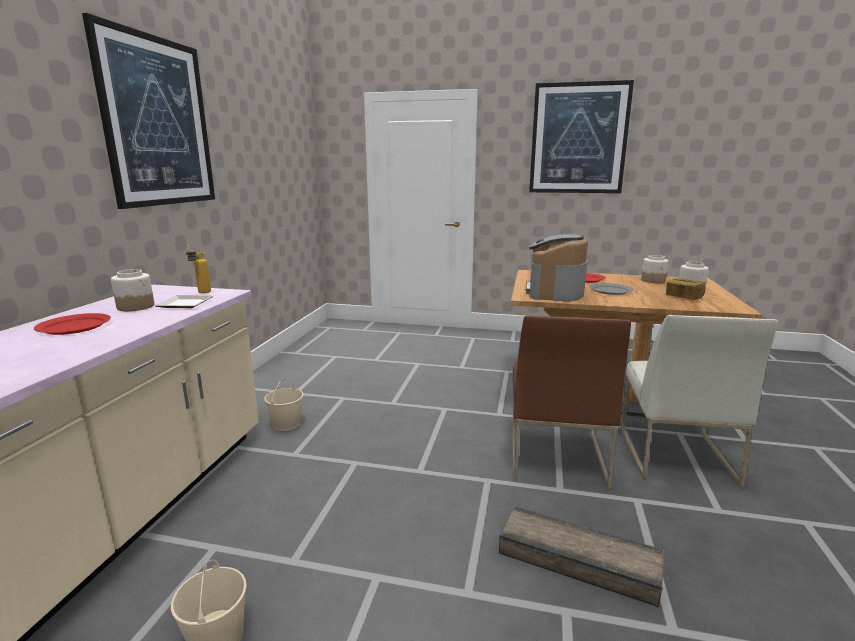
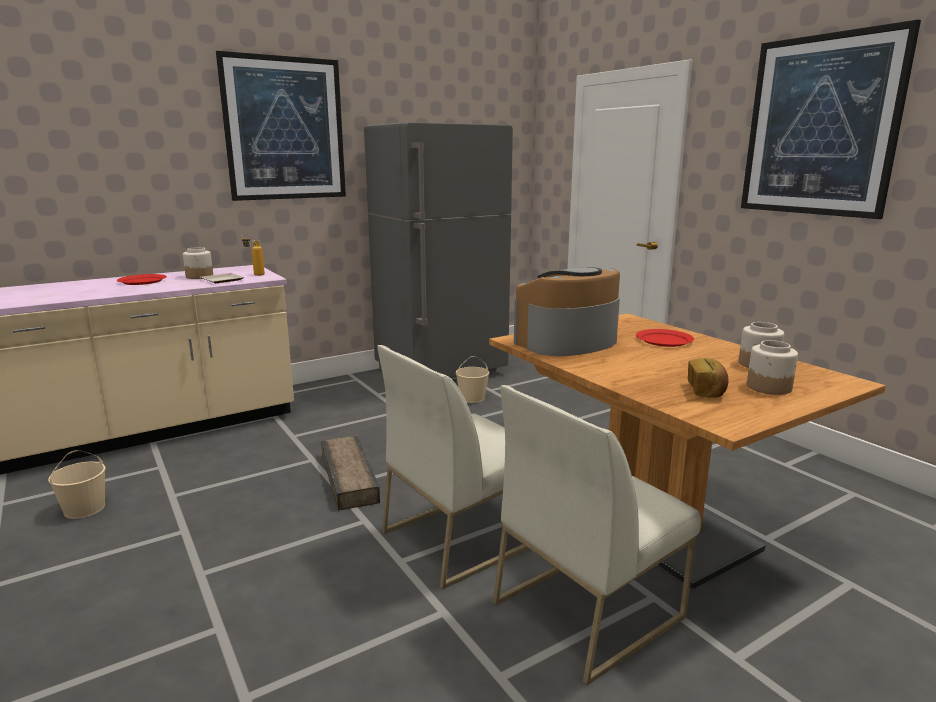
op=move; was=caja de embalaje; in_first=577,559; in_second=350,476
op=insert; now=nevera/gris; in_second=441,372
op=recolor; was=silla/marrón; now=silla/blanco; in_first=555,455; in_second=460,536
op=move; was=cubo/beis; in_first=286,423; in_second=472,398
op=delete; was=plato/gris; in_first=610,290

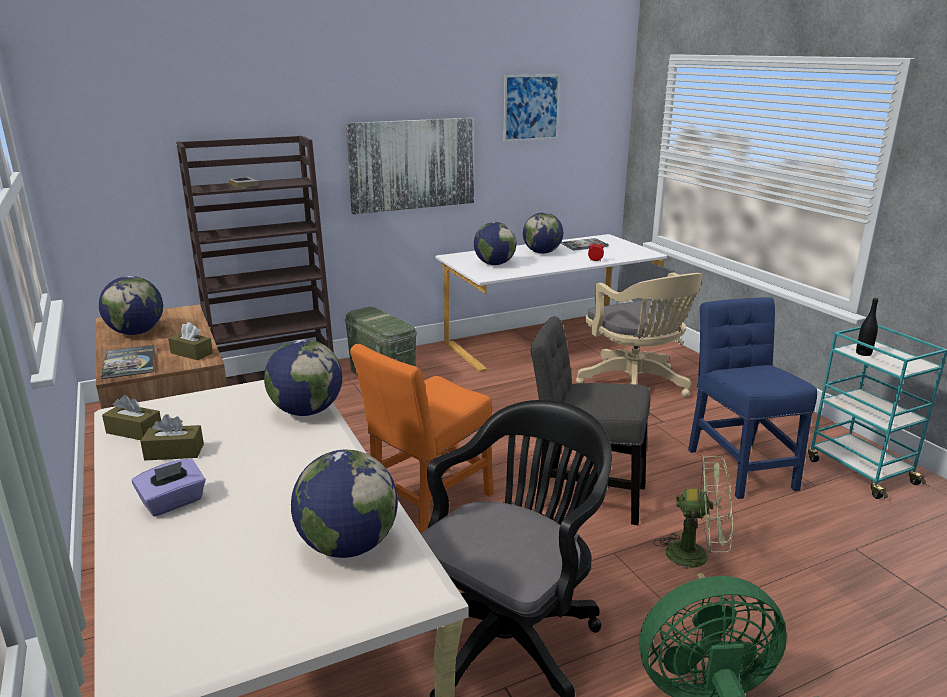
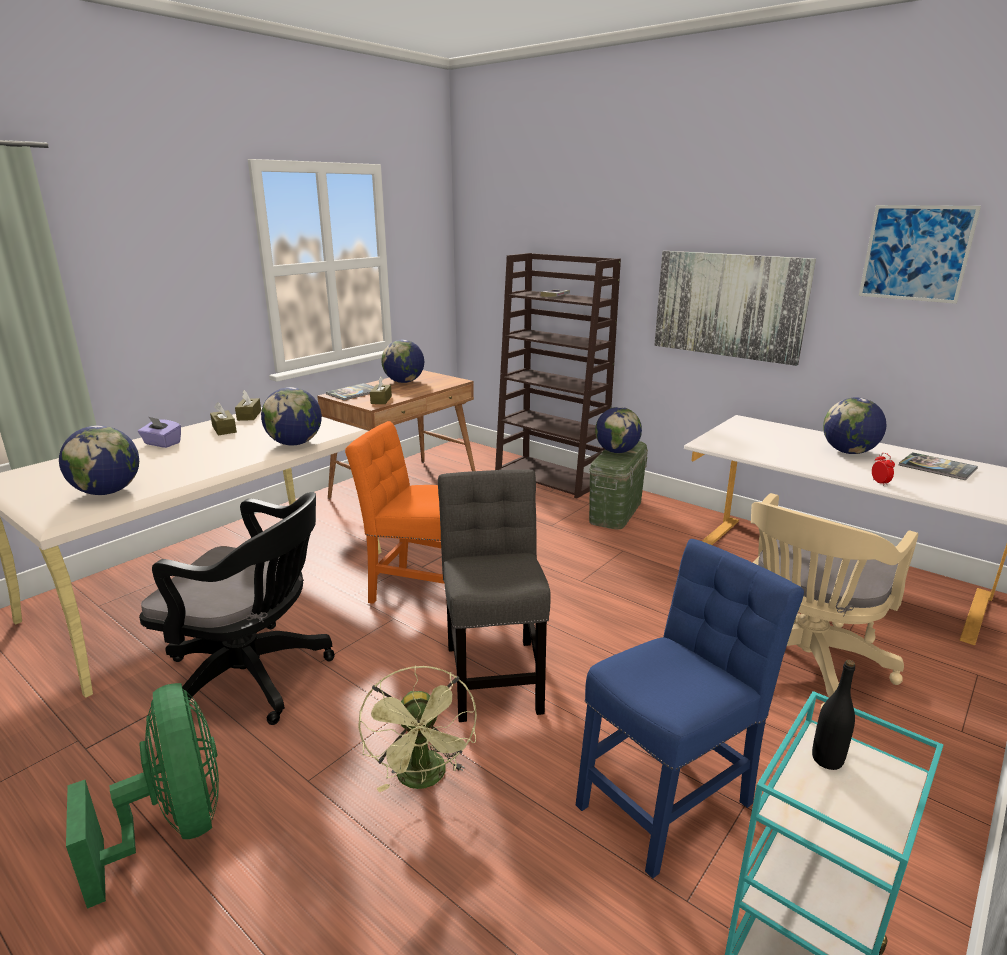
op=move; was=globo terráqueo; in_first=494,264; in_second=616,451

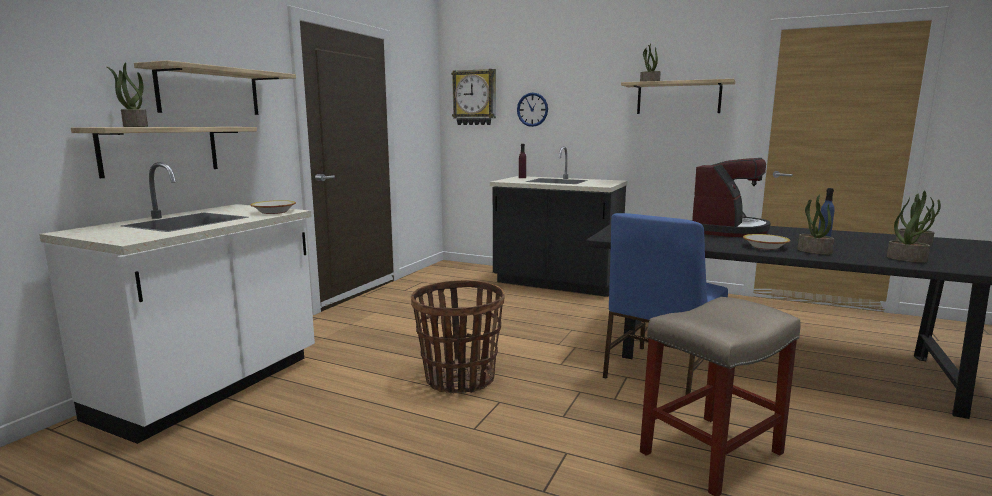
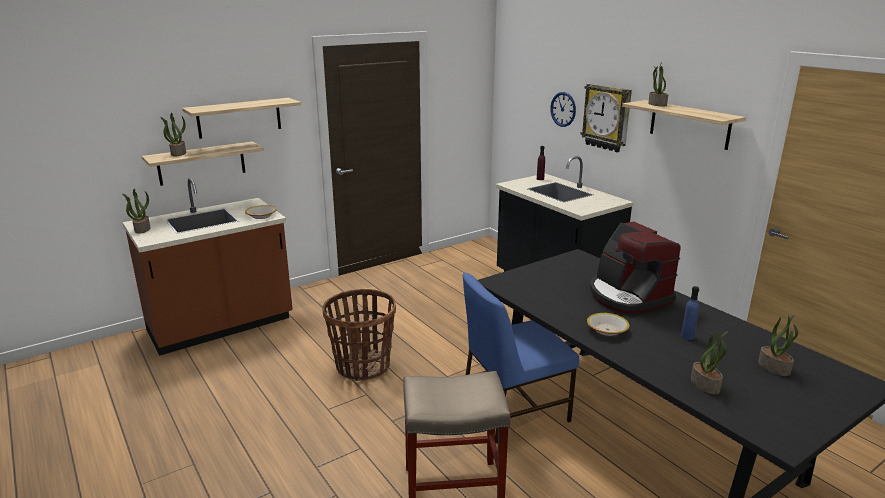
op=recolor; was=mueble bajo de cocina/blanco; now=mueble bajo de cocina/marrón; in_first=212,388; in_second=221,327
op=move; was=planta en maceta; in_first=813,251; in_second=142,229
op=move; was=reloj de pared; in_first=475,97; in_second=607,117
op=rotate; was=cafetera; in_first=727,230; in_second=628,296; clockwise=90

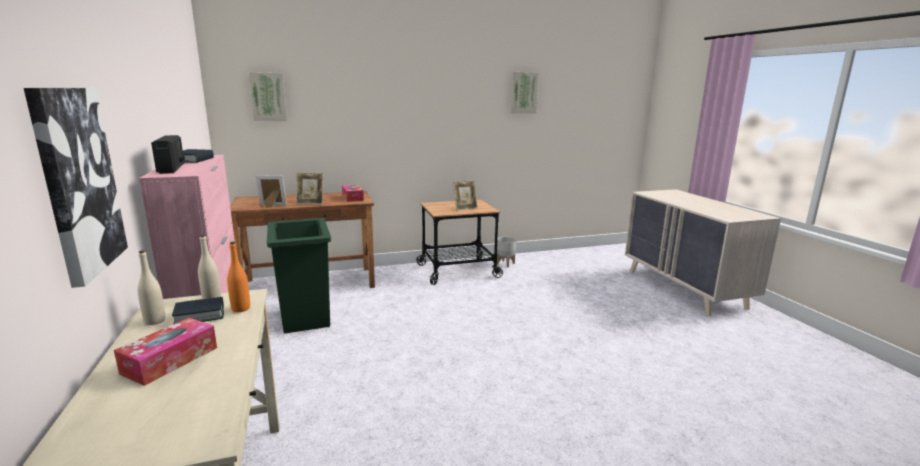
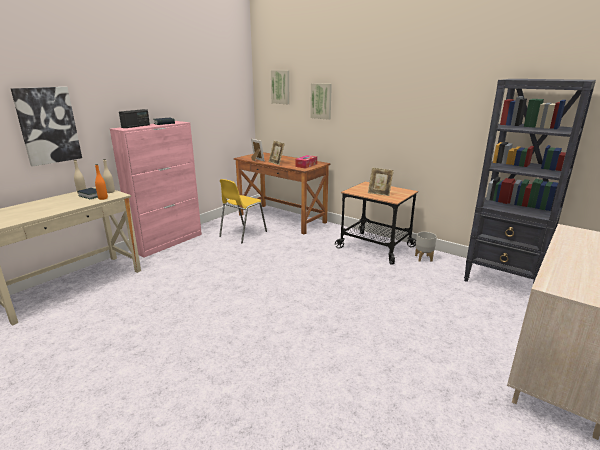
op=replace; was=papelera/verde; now=silla/amarillo; in_first=305,317; in_second=242,234
op=move; was=cuadro; in_first=523,92; in_second=321,101
op=insert; now=estantería/negro; in_second=503,281
op=delete; was=caja de pañuelos; in_first=170,360

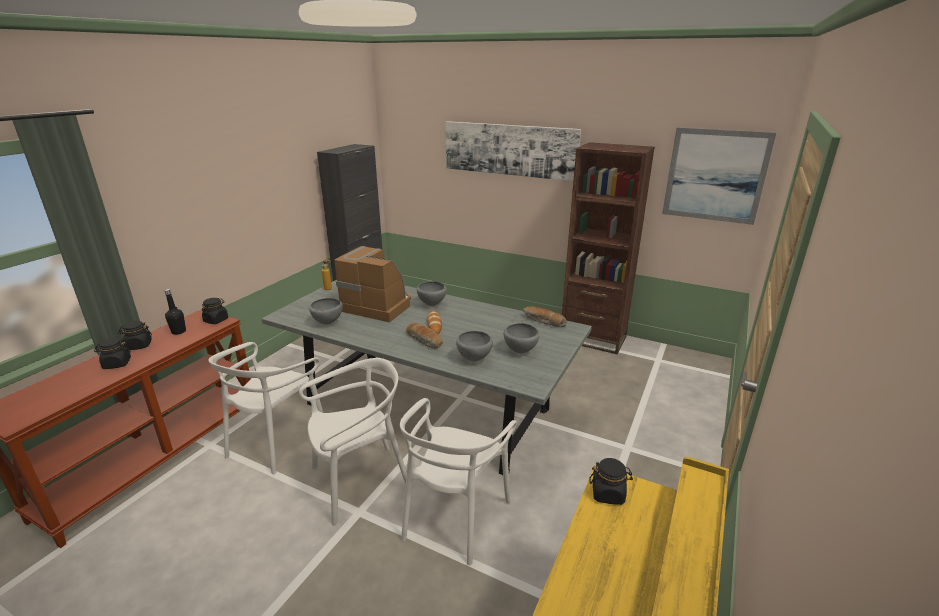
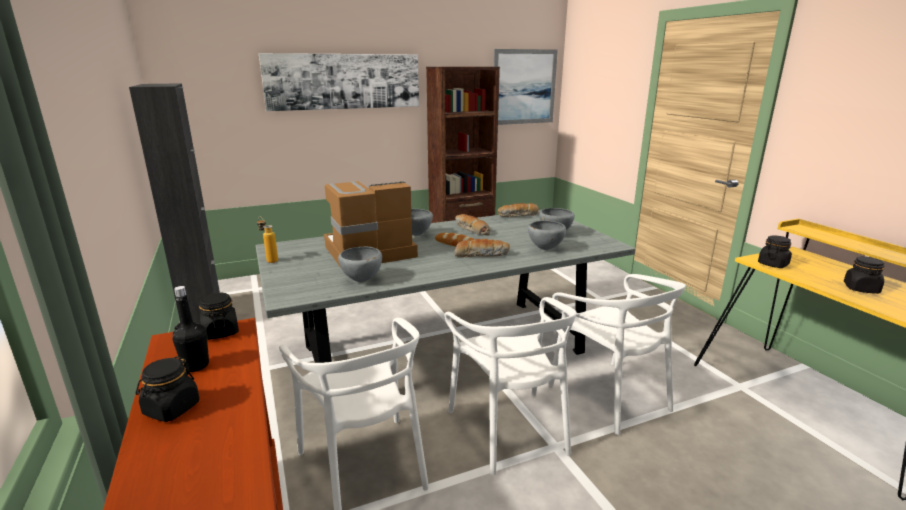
op=rotate; was=silla/blanco; in_first=360,481; in_second=509,429; clockwise=150
op=insert; now=pan; in_second=471,230
op=move; was=tarro/negro; in_first=117,364; in_second=861,289

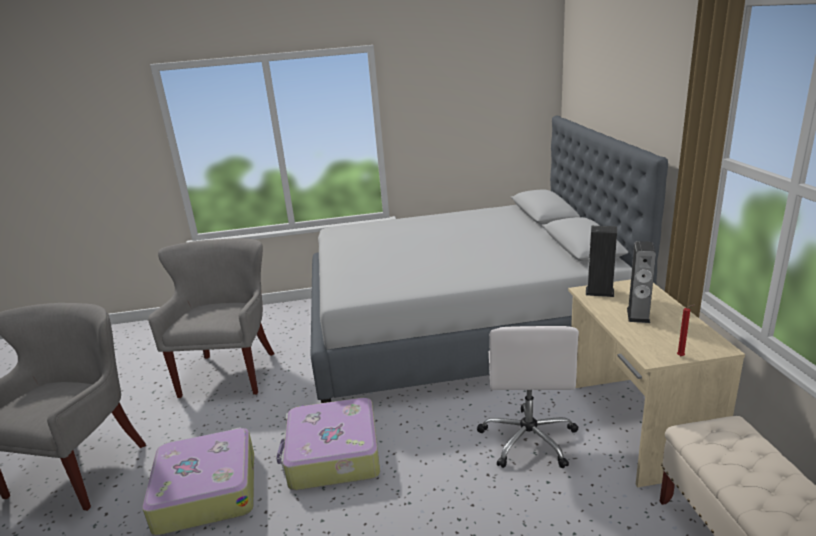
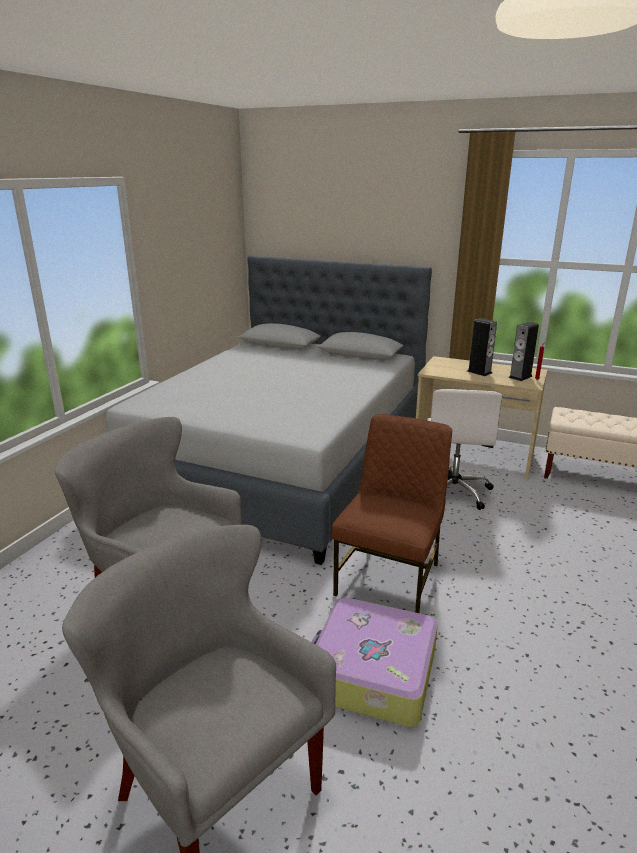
op=replace; was=maleta; now=silla/marrón; in_first=332,455; in_second=390,578
op=rotate; was=silla de oficina/blanco; in_first=528,439; in_second=453,491; clockwise=60
op=move; was=altavoz; in_first=599,292; in_second=520,377

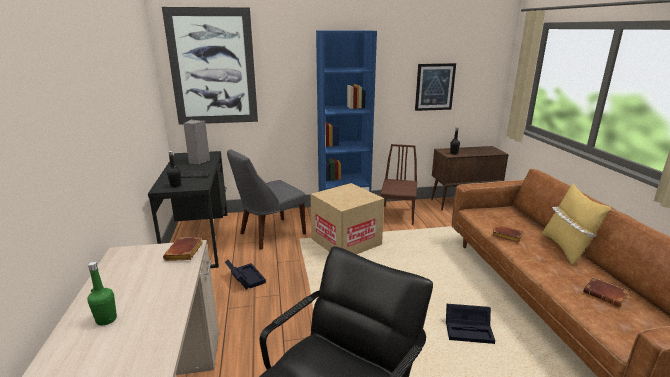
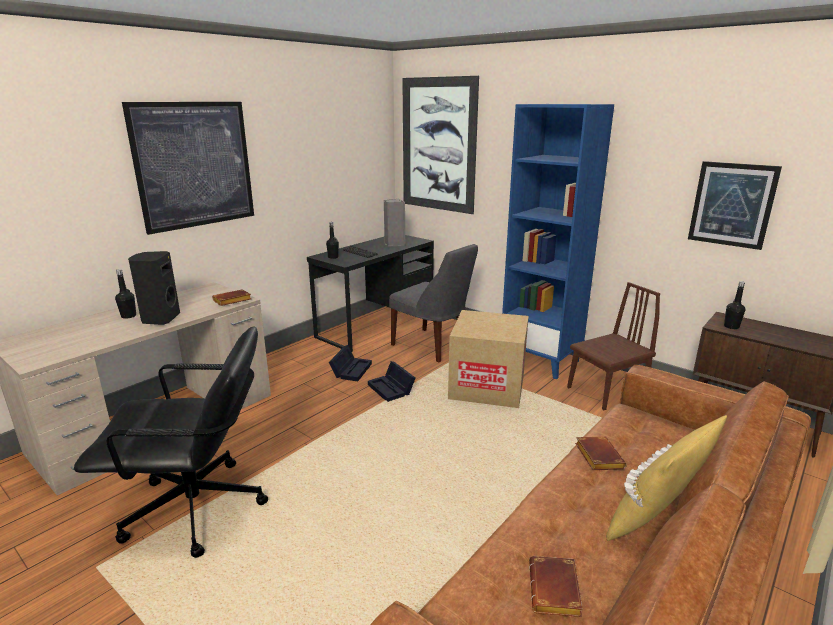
op=recolor; was=botella/verde; now=botella/negro; in_first=106,319; in_second=128,316
op=insert; now=cuadro; in_second=194,165
op=insert; now=altavoz/negro; in_second=160,319
op=move; was=caja de almacenaje/negro; in_first=469,330; in_second=392,389
op=rotate; was=silla/gris; in_first=269,234; in_second=433,346; clockwise=-150

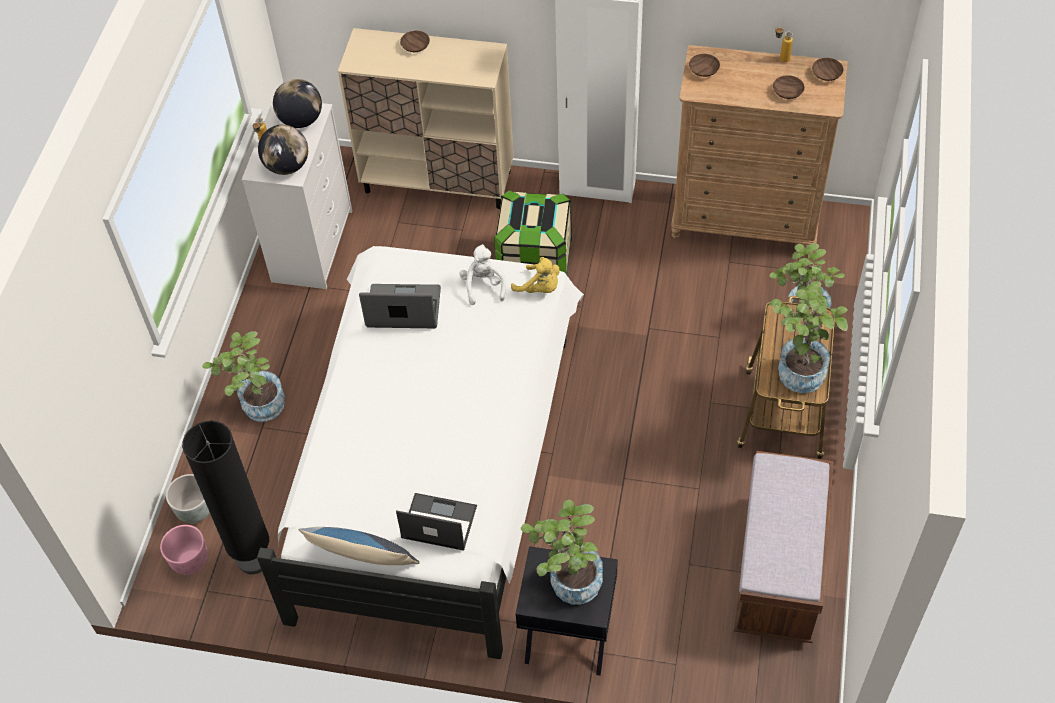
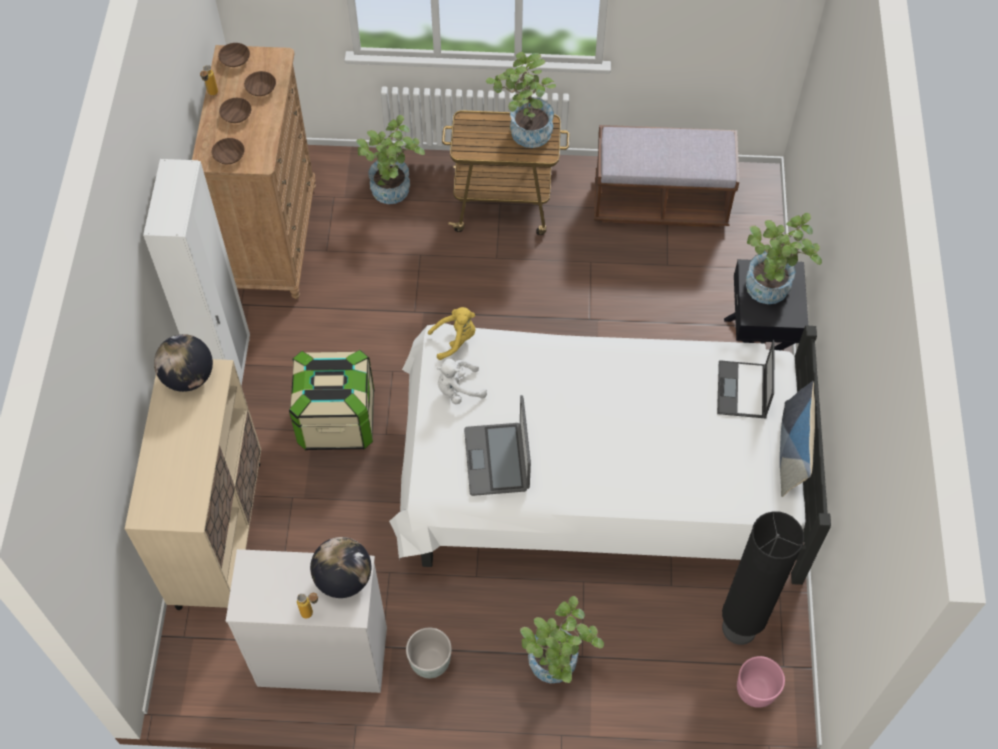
op=move; was=globo terráqueo; in_first=301,120; in_second=188,377
op=move; was=cuenco/marrón; in_first=416,46; in_second=237,114
op=move; was=maceta/gris; in_first=195,510; in_second=429,662
op=rotate; was=peluche/amarillo; in_first=540,288; in_second=455,339; clockwise=45

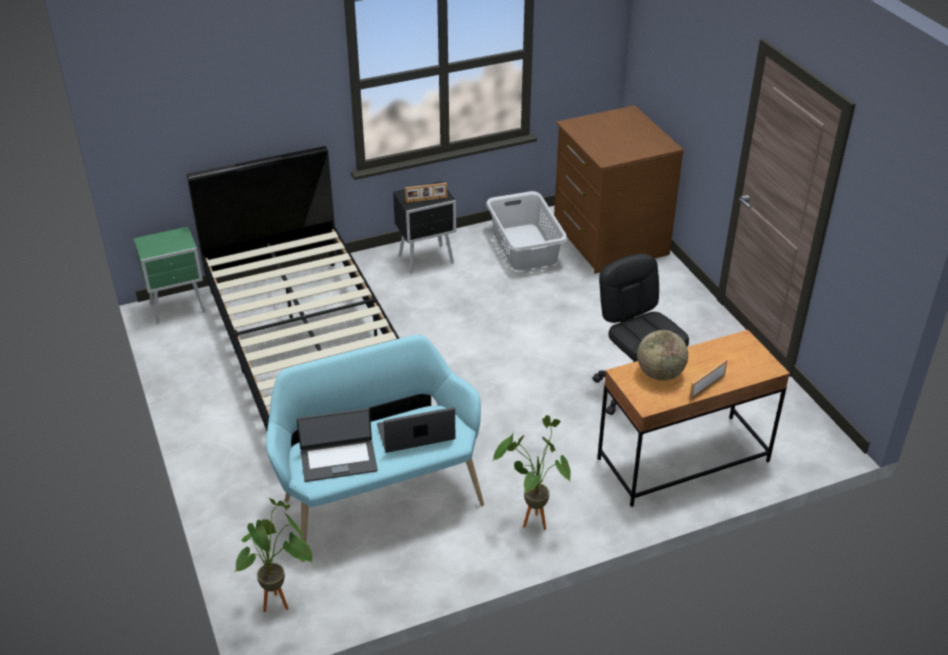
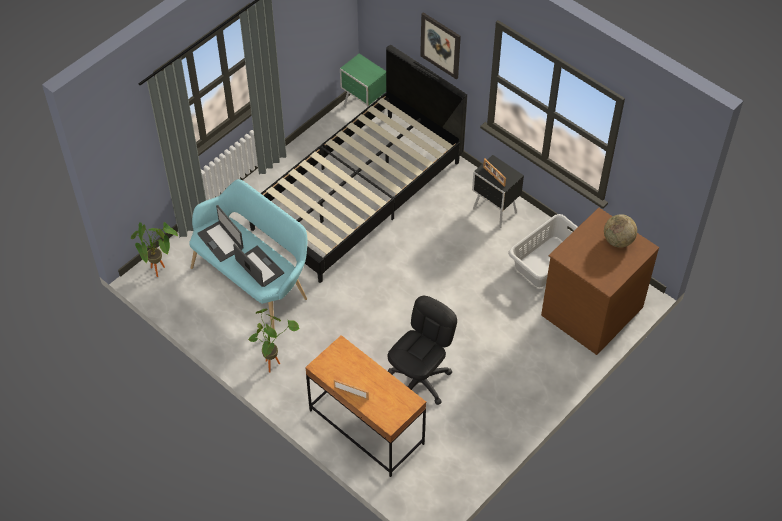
op=insert; now=cuadro; in_second=440,45
op=move; was=globo terráqueo; in_first=660,374; in_second=618,240

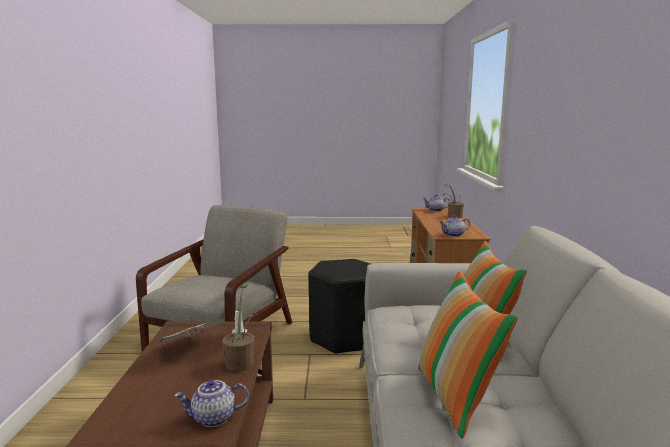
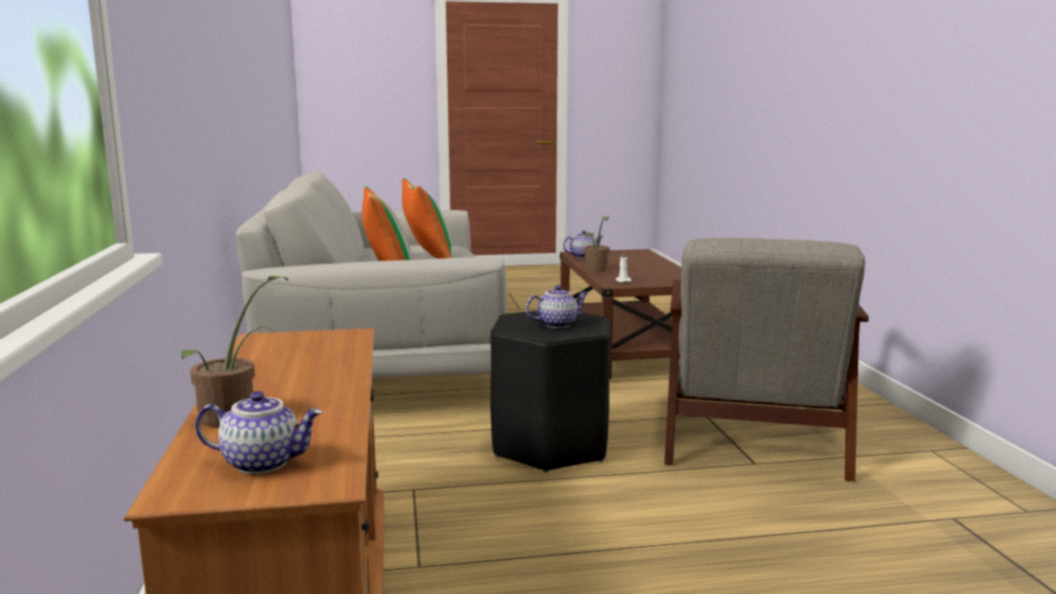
op=move; was=tetera; in_first=454,235; in_second=557,324
op=delete; was=periódico; in_first=192,348

